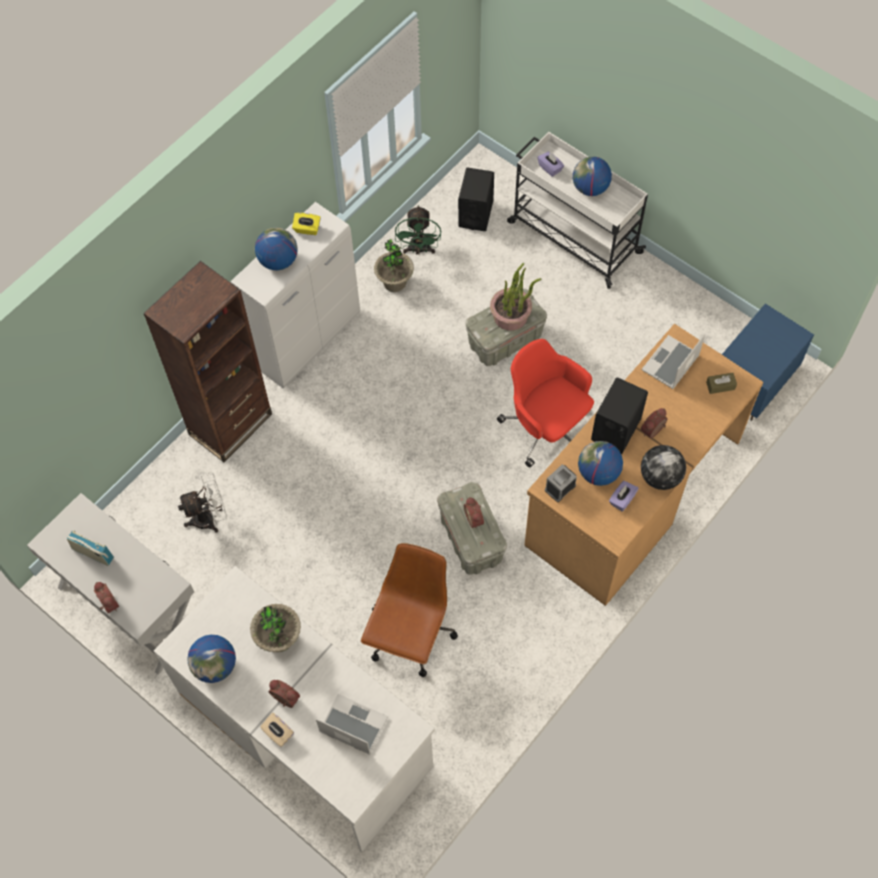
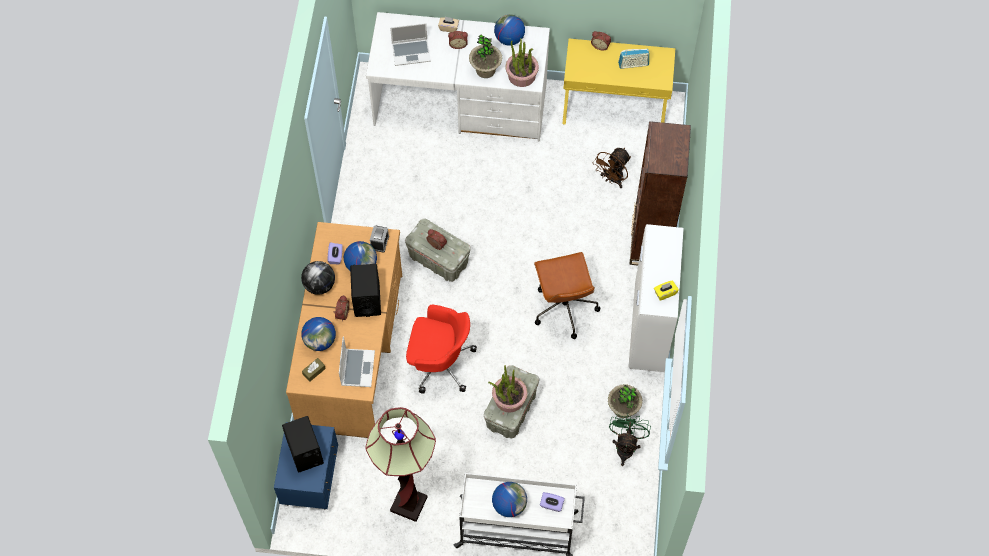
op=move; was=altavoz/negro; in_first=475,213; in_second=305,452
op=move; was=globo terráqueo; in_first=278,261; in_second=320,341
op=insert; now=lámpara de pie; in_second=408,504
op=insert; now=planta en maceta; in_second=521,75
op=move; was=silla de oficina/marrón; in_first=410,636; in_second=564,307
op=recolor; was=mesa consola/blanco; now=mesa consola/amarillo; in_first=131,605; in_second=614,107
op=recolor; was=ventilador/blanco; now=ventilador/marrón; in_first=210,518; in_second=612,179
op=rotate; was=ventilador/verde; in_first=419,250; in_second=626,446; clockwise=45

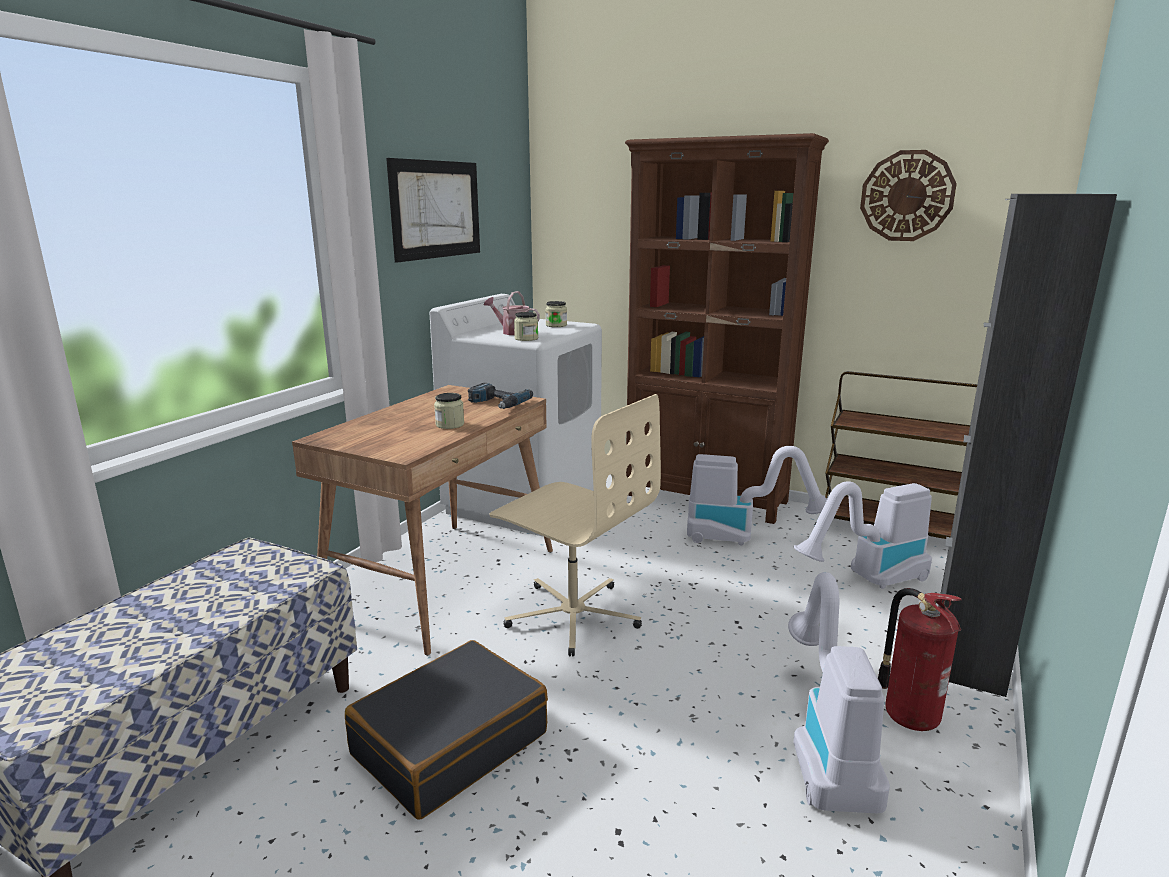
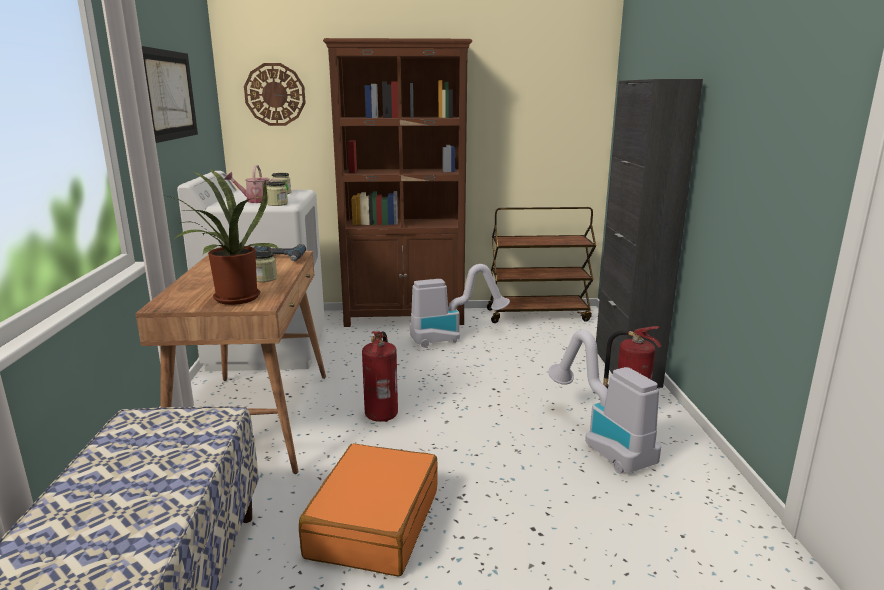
op=insert; now=planta en maceta; in_second=232,299
op=move; was=reloj de pared; in_first=907,196; in_second=275,94
op=recolor; was=maleta/negro; now=maleta/naranja; in_first=449,743; in_second=373,523
op=replace; was=silla de oficina/beis; now=extintor; in_first=573,615; in_second=382,414
op=delete; was=aspiradora; in_first=867,580

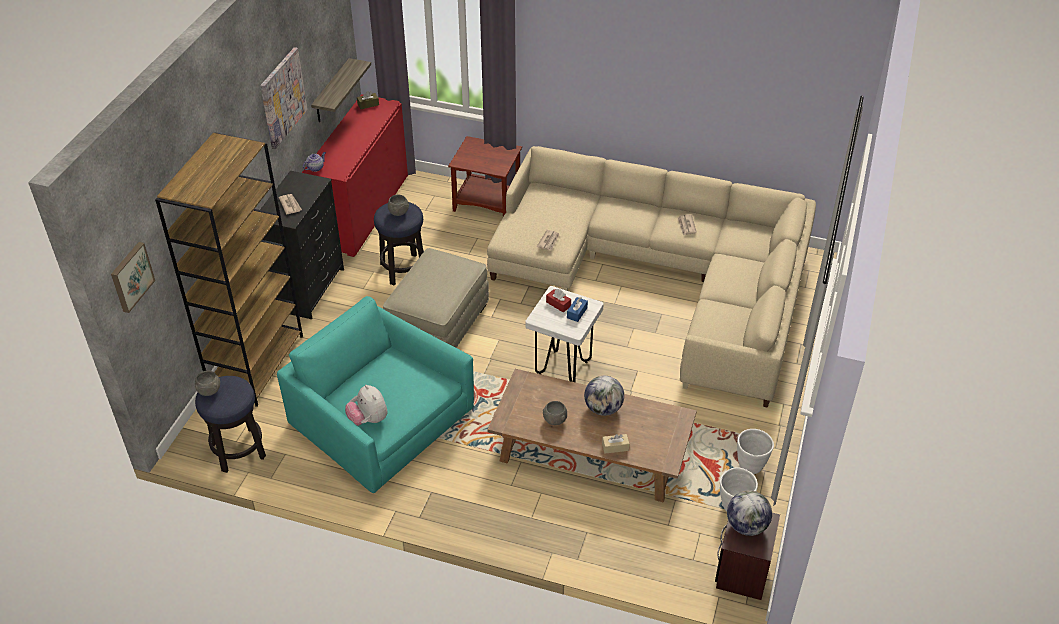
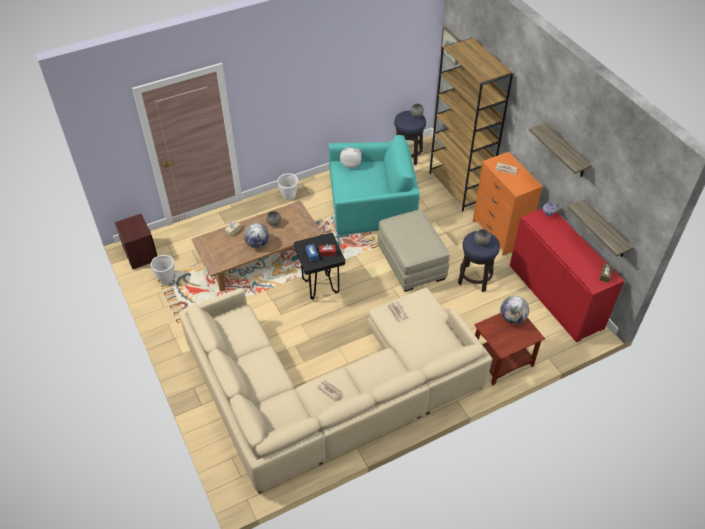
op=move; was=maceta/blanco; in_first=750,466; in_second=289,196
op=recolor; was=taburete/blanco; now=taburete/negro; in_first=563,368; in_second=320,287
op=recolor; was=cómoda/negro; now=cómoda/naranja; in_first=309,289; in_second=499,233
op=move; was=globo terráqueo; in_first=746,526; in_second=512,318
op=replace; was=cuadro; now=estante; in_first=282,97; in_second=566,151

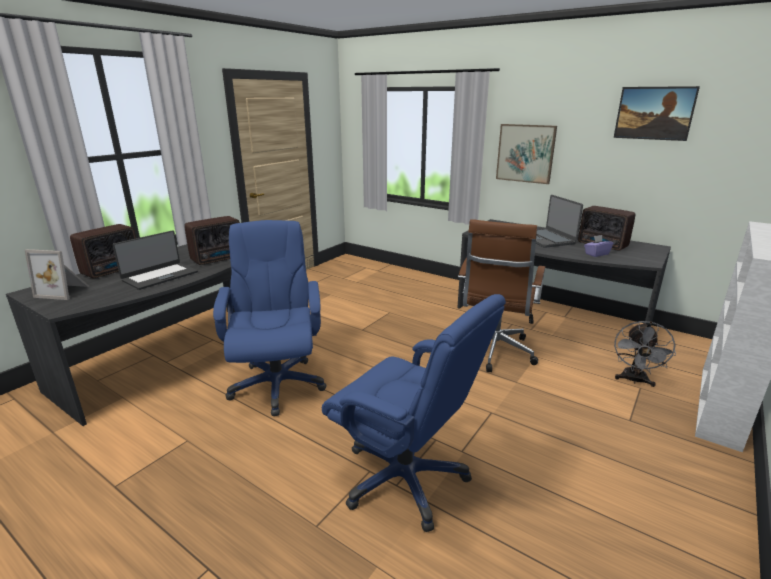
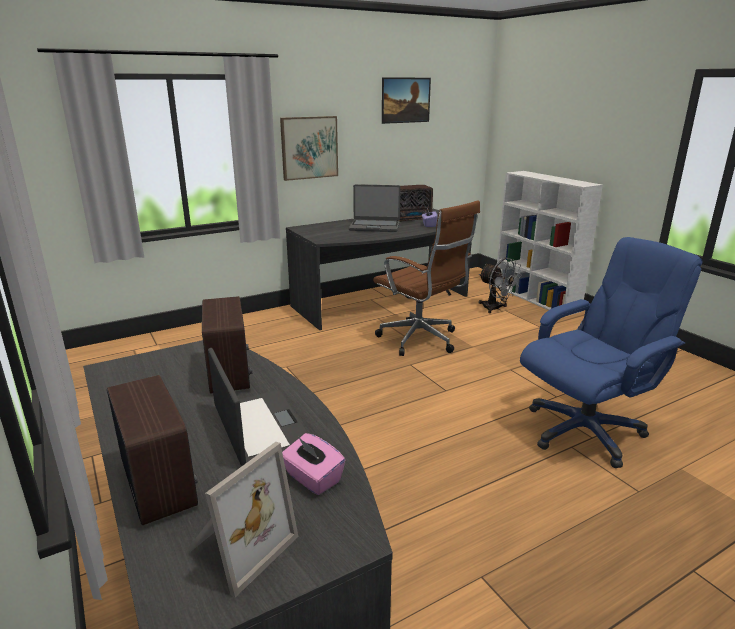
op=insert; now=caja de pañuelos/rosa; in_second=312,478
op=delete; was=silla de oficina/azul; in_first=277,384

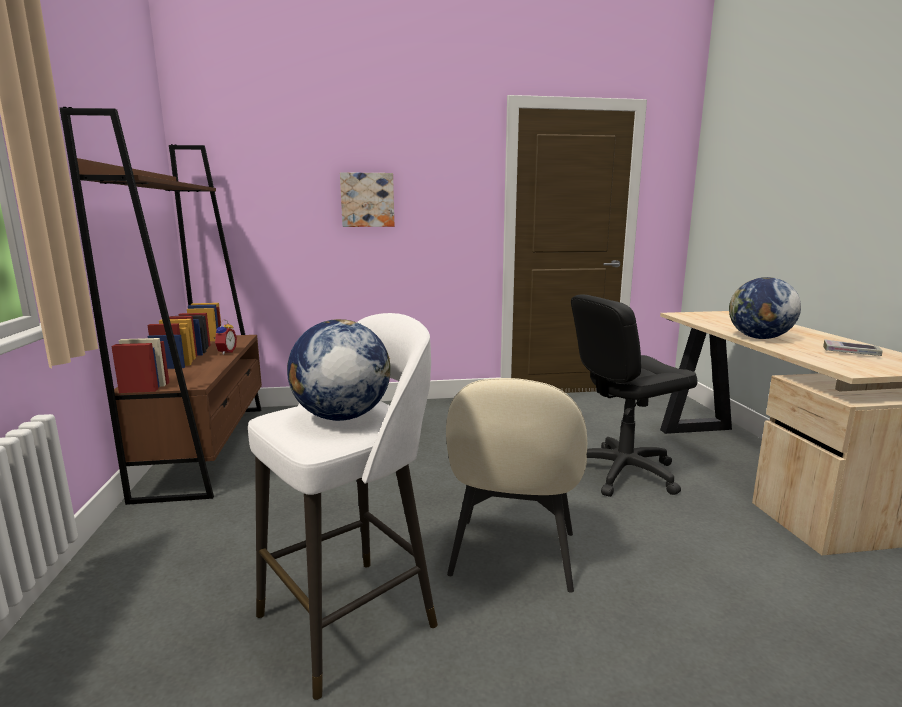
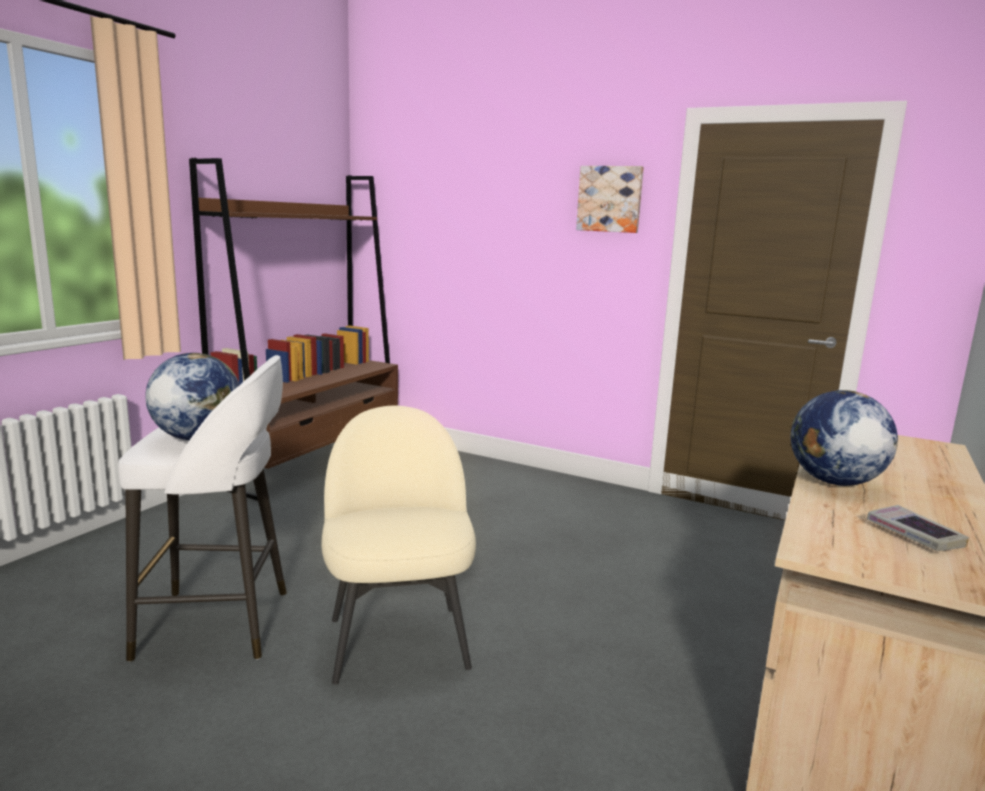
op=rotate; was=silla/beis; in_first=512,556; in_second=398,640; clockwise=120
op=move; was=cuadro; in_first=367,200; in_second=610,199
op=delete; was=despertador; in_first=225,352
op=delete; was=silla de oficina/negro; in_first=622,472

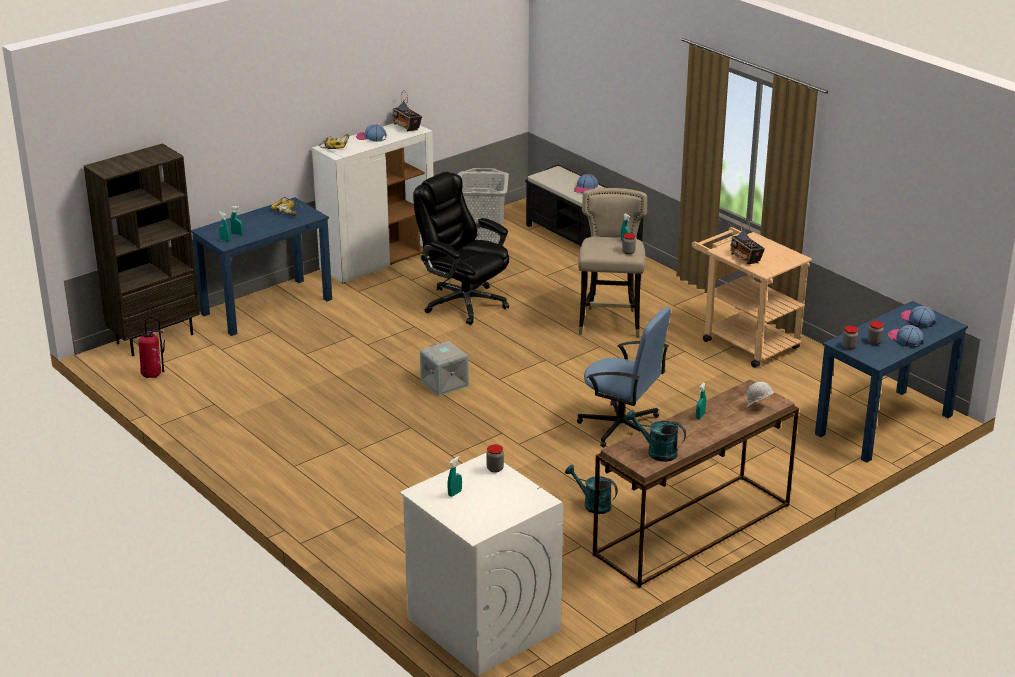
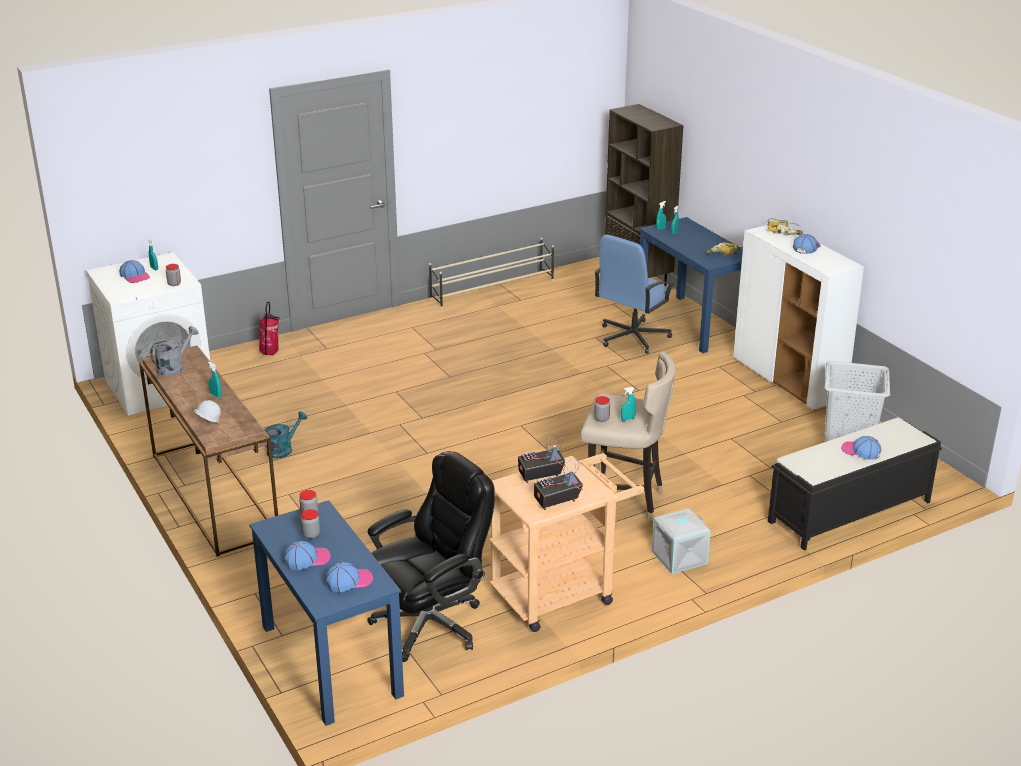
op=insert; now=gorra; in_second=135,276
op=recolor; was=regadera/turquesa; now=regadera/gris; in_first=656,452; in_second=174,367
op=move; was=extintor; in_first=153,375; in_second=270,354
op=move; was=silla de oficina/negro; in_first=463,303; in_second=431,624
op=insert; now=zapatero/beis; in_second=493,289
op=move; was=radio; in_first=407,127; in_second=556,502
op=move; was=silla de oficina/azul; in_first=621,427; in_second=632,337
op=move; was=caja de almacenaje/gris; in_first=445,383; in_second=679,558

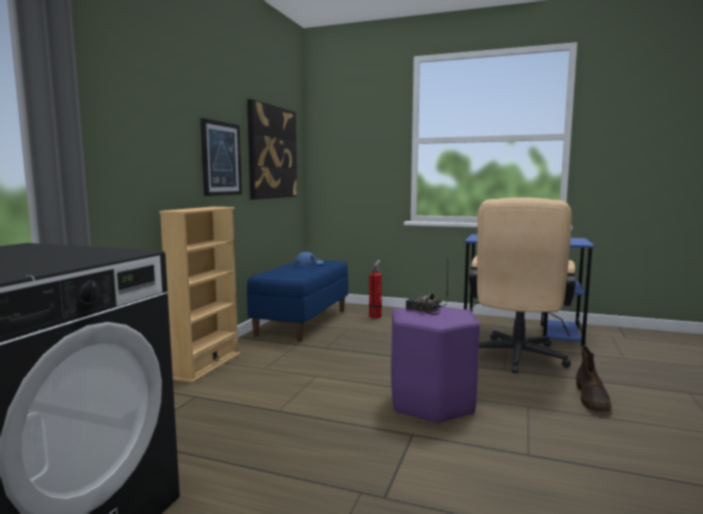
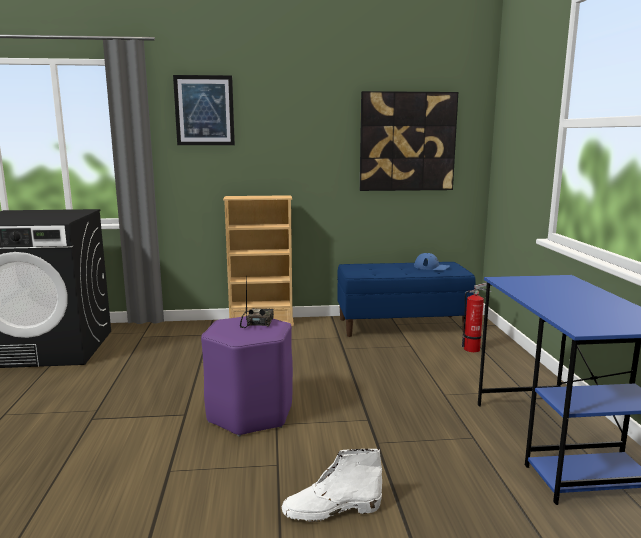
op=move; was=cuadro; in_first=221,159; in_second=204,110
op=recolor; was=bota/marrón; now=bota/blanco; in_first=592,399; in_second=331,510
op=delete; was=silla de oficina/beis; in_first=516,359

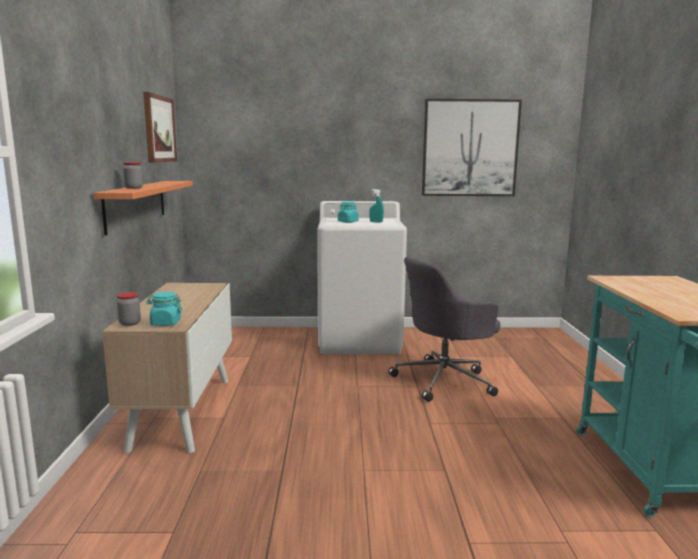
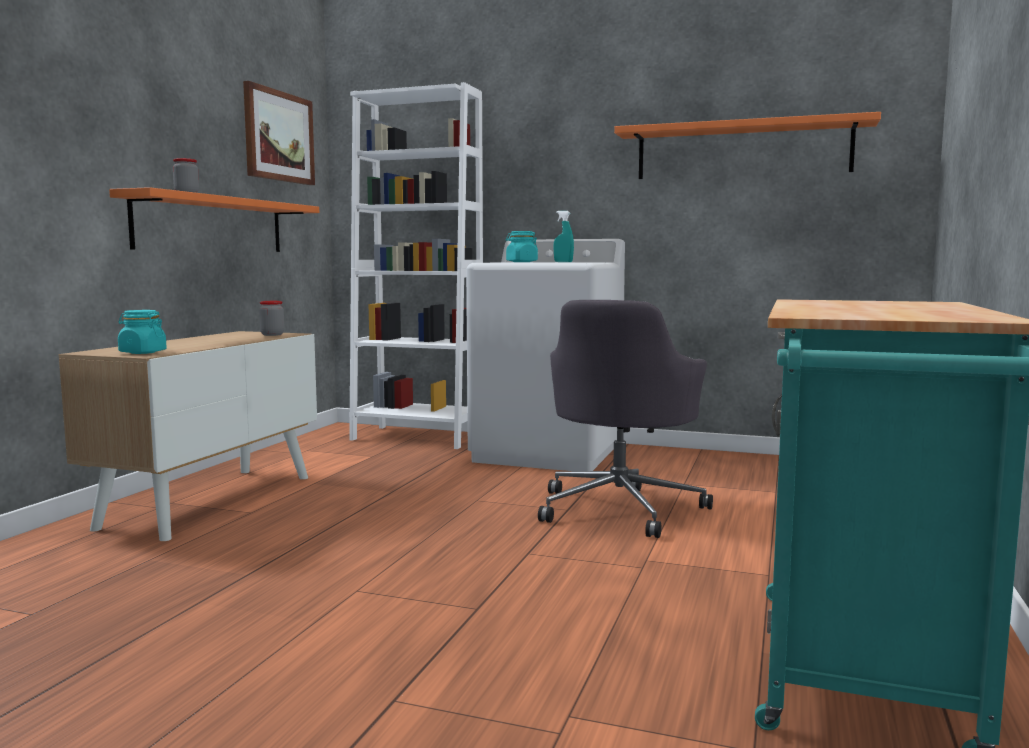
op=move; was=tarro; in_first=130,323; in_second=272,334
op=insert; now=estantería/blanco; in_second=417,437
op=rotate; was=silla de oficina/gris; in_first=445,380; in_second=620,508; clockwise=-60
op=replace; was=cuadro; now=estante/naranja; in_first=470,148; in_second=742,150

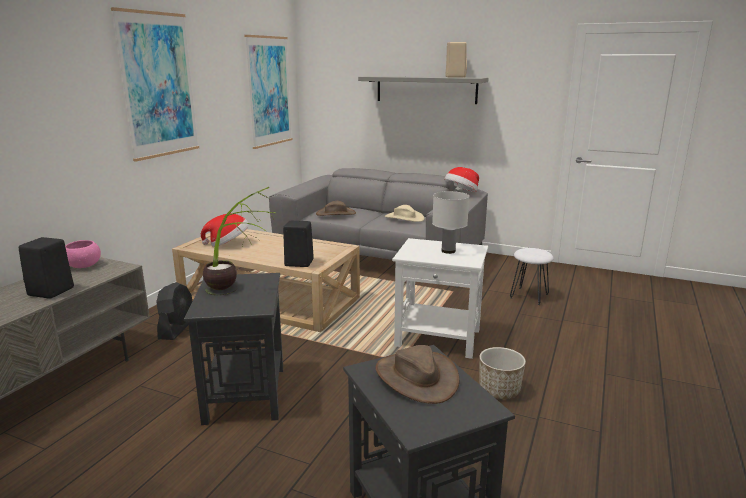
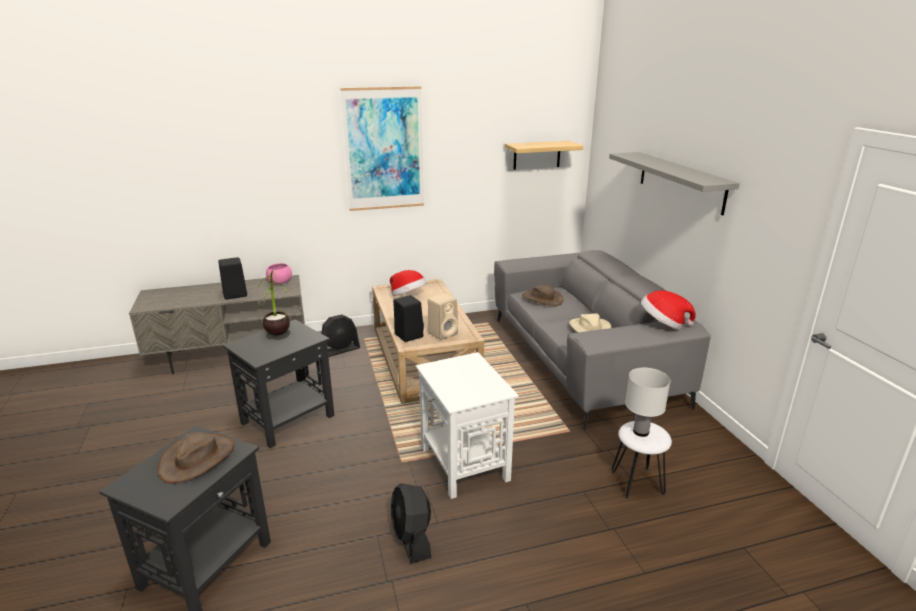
op=replace; was=maceta; now=ventilador/negro; in_first=499,390; in_second=412,538
op=move; was=altavoz/beis; in_first=455,77; in_second=443,333
op=replace; was=cuadro; now=estante; in_first=269,91; in_second=537,155
op=move; was=lámpara de mesa/blanco; in_first=448,251; in_second=640,431

